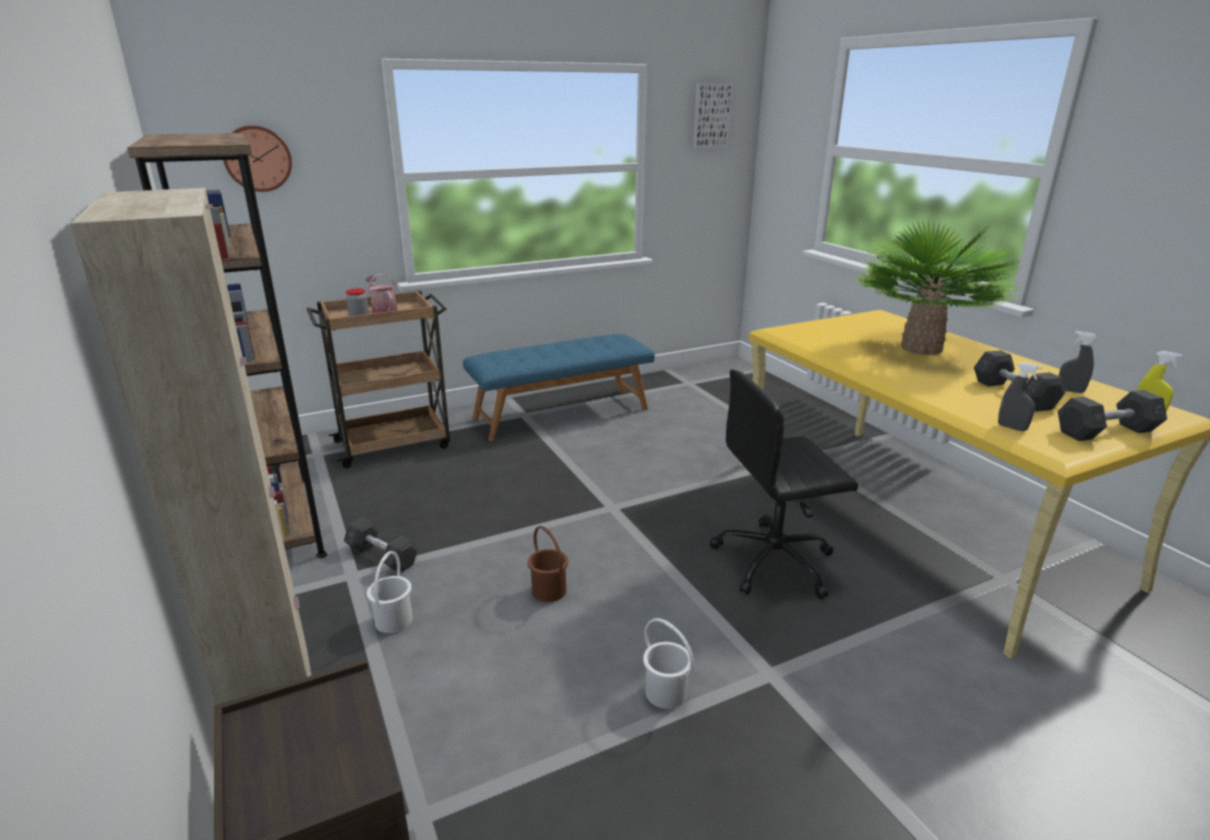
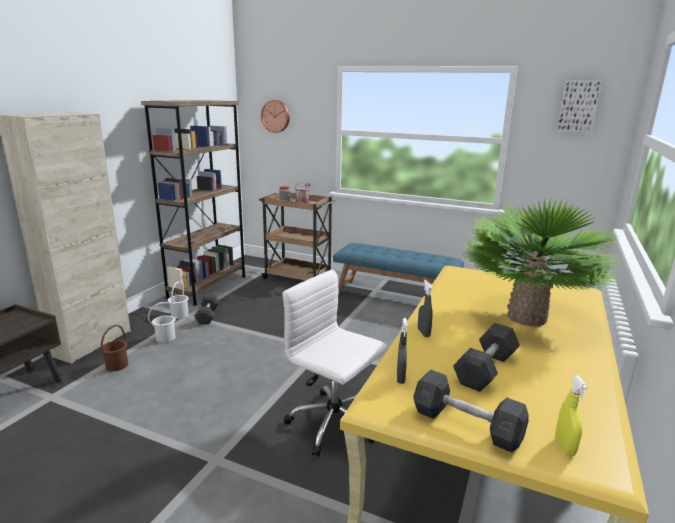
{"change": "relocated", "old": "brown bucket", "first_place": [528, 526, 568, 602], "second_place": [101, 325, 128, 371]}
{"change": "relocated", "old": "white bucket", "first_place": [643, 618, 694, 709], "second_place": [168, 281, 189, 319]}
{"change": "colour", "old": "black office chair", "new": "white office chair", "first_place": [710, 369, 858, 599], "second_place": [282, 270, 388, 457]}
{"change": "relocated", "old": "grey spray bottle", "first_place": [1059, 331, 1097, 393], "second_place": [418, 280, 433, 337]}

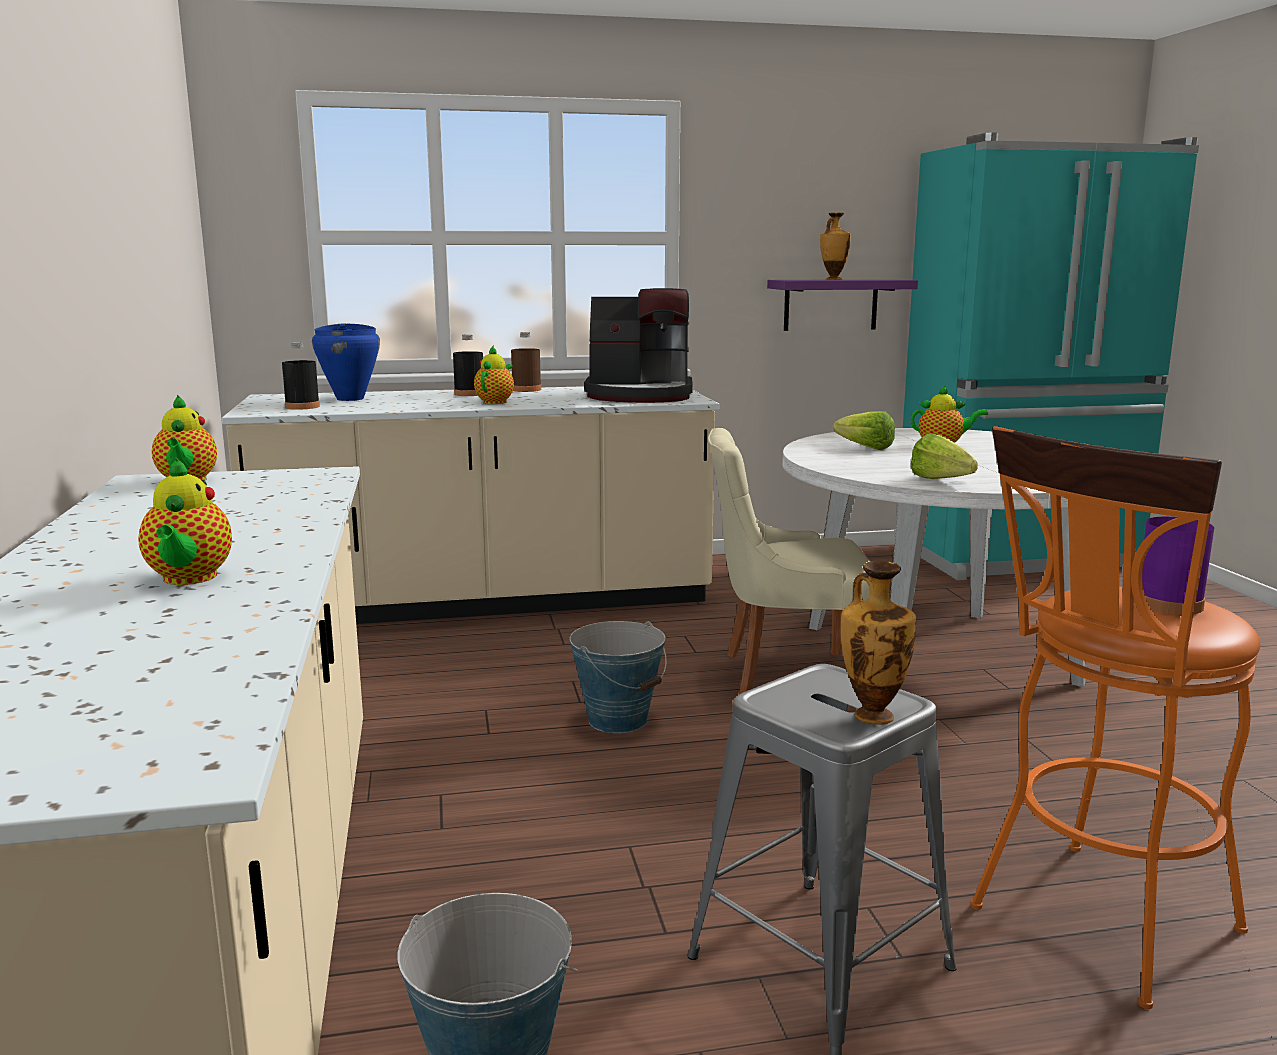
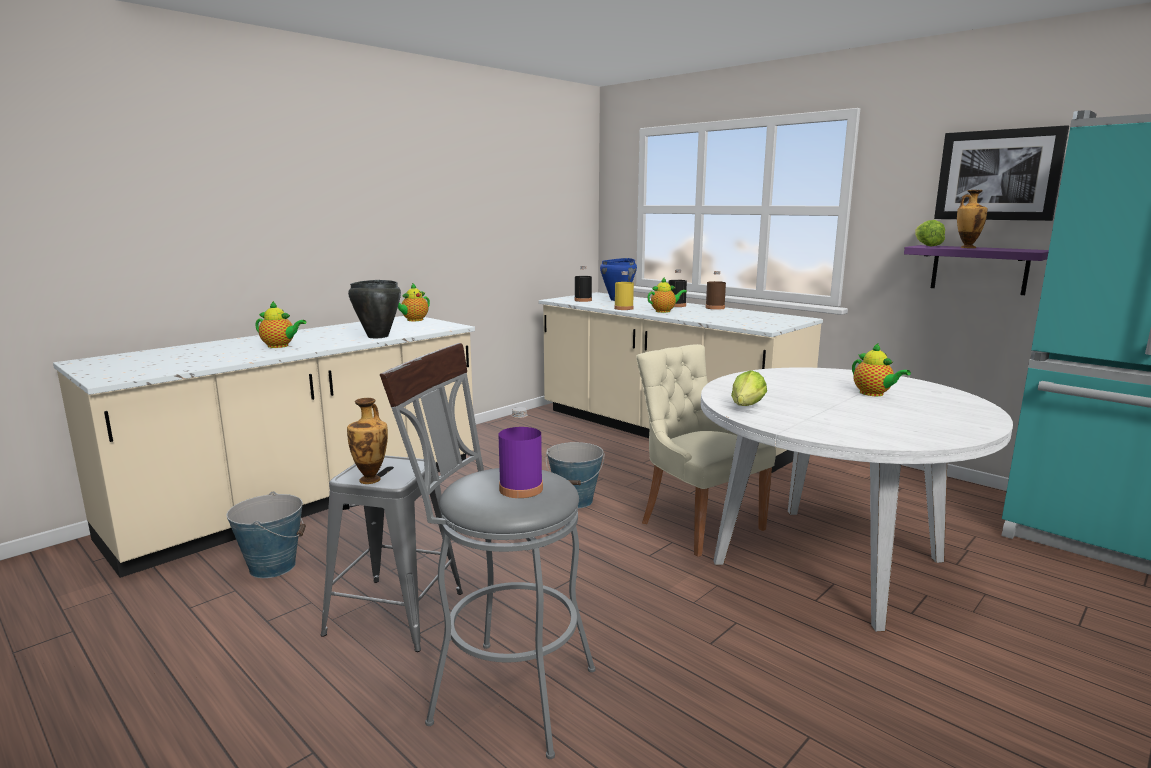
{"change": "spun", "old": "teapot", "first_place": [138, 457, 232, 585], "second_place": [255, 301, 306, 348], "degrees": -120}
{"change": "missing", "old": "coffee machine", "first_place": [584, 288, 693, 403]}
{"change": "relocated", "old": "lettuce", "first_place": [833, 411, 895, 450], "second_place": [915, 220, 945, 247]}
{"change": "colour", "old": "orange stool", "new": "grey stool", "first_place": [970, 426, 1261, 1009], "second_place": [380, 343, 596, 759]}
{"change": "appeared", "new": "black cooking pot", "second_place": [348, 280, 401, 338]}
{"change": "appeared", "new": "yellow bottle", "second_place": [614, 271, 634, 310]}
{"change": "appeared", "new": "picture", "second_place": [934, 125, 1069, 221]}

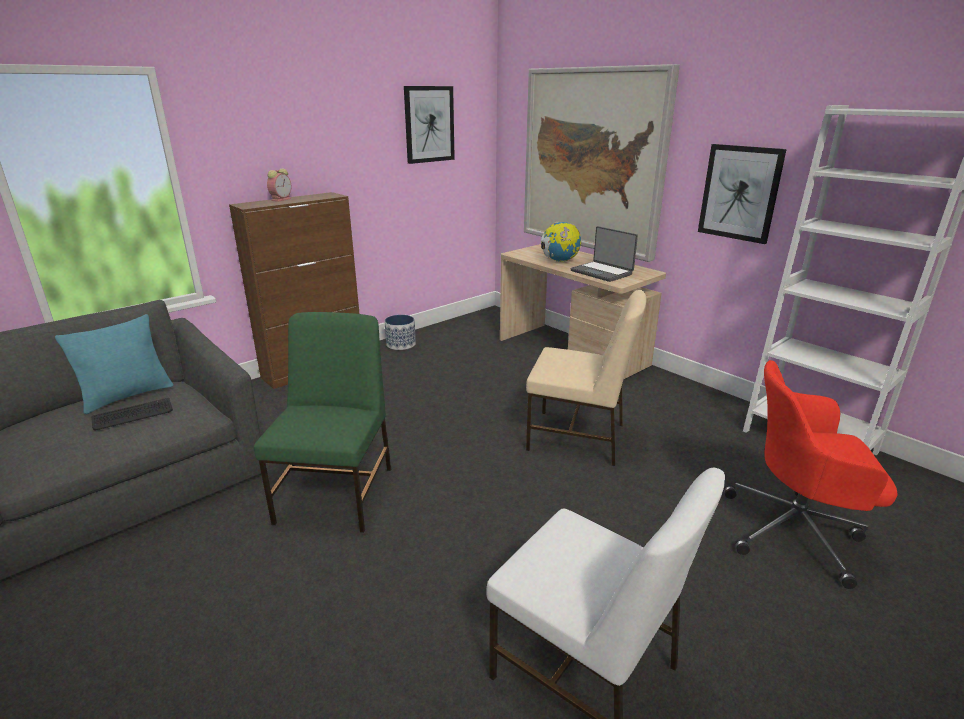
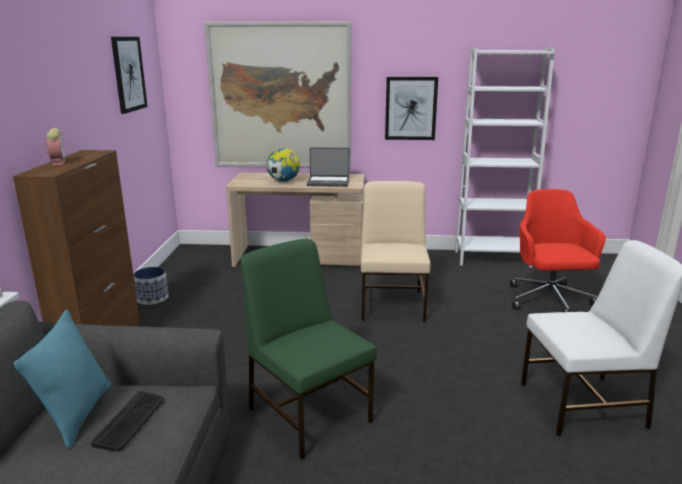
{"change": "spun", "old": "beige chair", "first_place": [526, 290, 646, 466], "second_place": [361, 181, 431, 322], "degrees": -60}
{"change": "spun", "old": "red office chair", "first_place": [724, 360, 897, 589], "second_place": [510, 189, 606, 312], "degrees": 120}

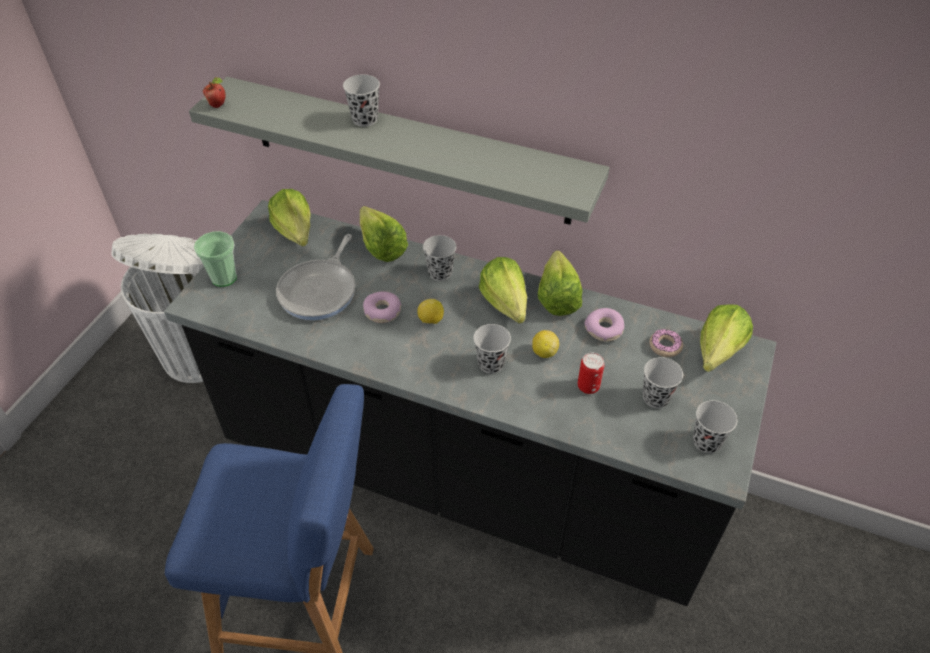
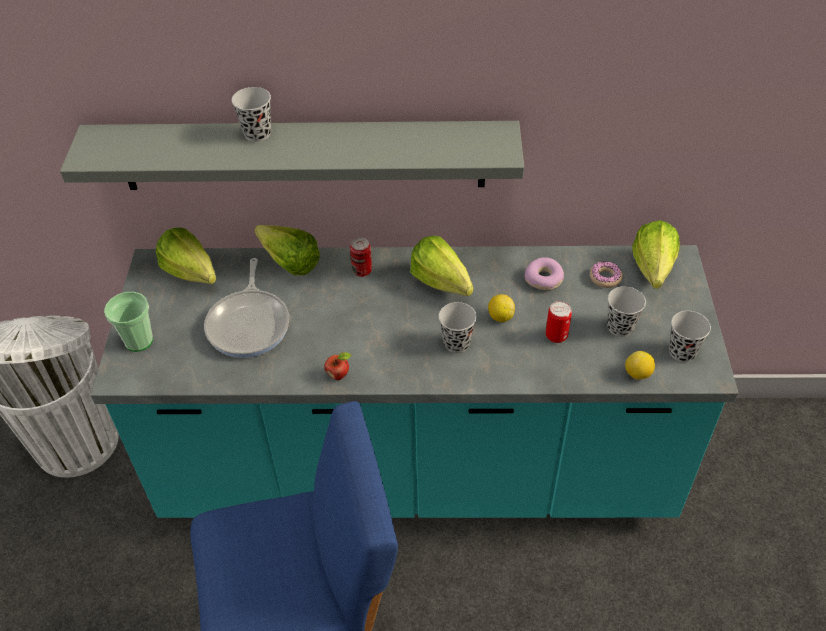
{"change": "colour", "old": "black counter", "new": "turquoise counter", "first_place": [164, 200, 776, 606], "second_place": [90, 245, 738, 518]}
{"change": "relocated", "old": "apple", "first_place": [202, 77, 226, 108], "second_place": [324, 352, 351, 380]}
{"change": "missing", "old": "donut", "first_place": [363, 291, 402, 323]}
{"change": "relocated", "old": "lemon", "first_place": [417, 299, 444, 324], "second_place": [625, 351, 655, 380]}
{"change": "exchanged", "old": "black cup", "new": "can", "first_place": [423, 235, 456, 281], "second_place": [350, 238, 372, 277]}
{"change": "missing", "old": "lettuce", "first_place": [538, 250, 583, 316]}

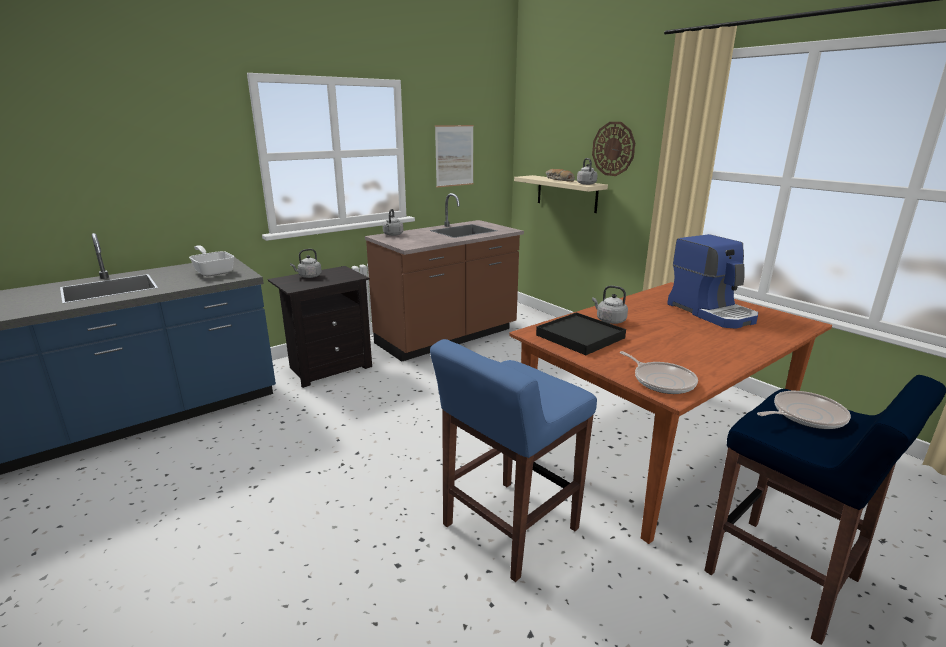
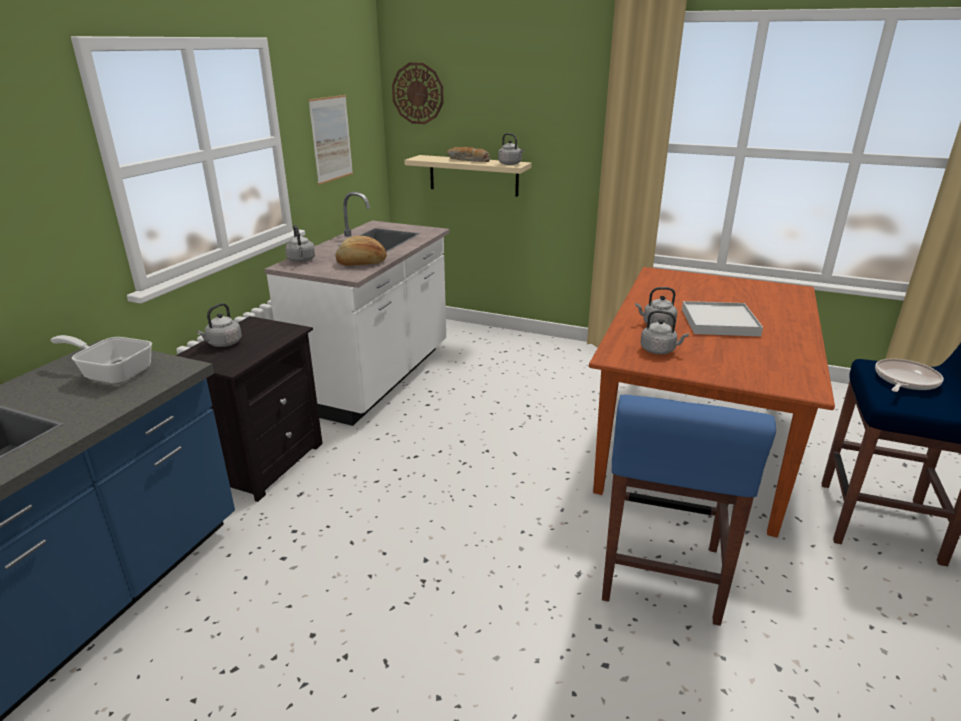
{"change": "colour", "old": "brown counter", "new": "white counter", "first_place": [365, 193, 524, 362], "second_place": [265, 192, 450, 426]}
{"change": "exchanged", "old": "black tray", "new": "grey kettle", "first_place": [536, 312, 626, 355], "second_place": [641, 310, 689, 354]}
{"change": "relocated", "old": "wall clock", "first_place": [592, 122, 635, 176], "second_place": [392, 62, 444, 124]}
{"change": "missing", "old": "frying pan", "first_place": [620, 351, 698, 394]}
{"change": "missing", "old": "coffee machine", "first_place": [667, 234, 758, 329]}
{"change": "appeared", "new": "bread", "second_place": [336, 236, 387, 266]}
{"change": "appeared", "new": "white tray", "second_place": [682, 301, 763, 336]}

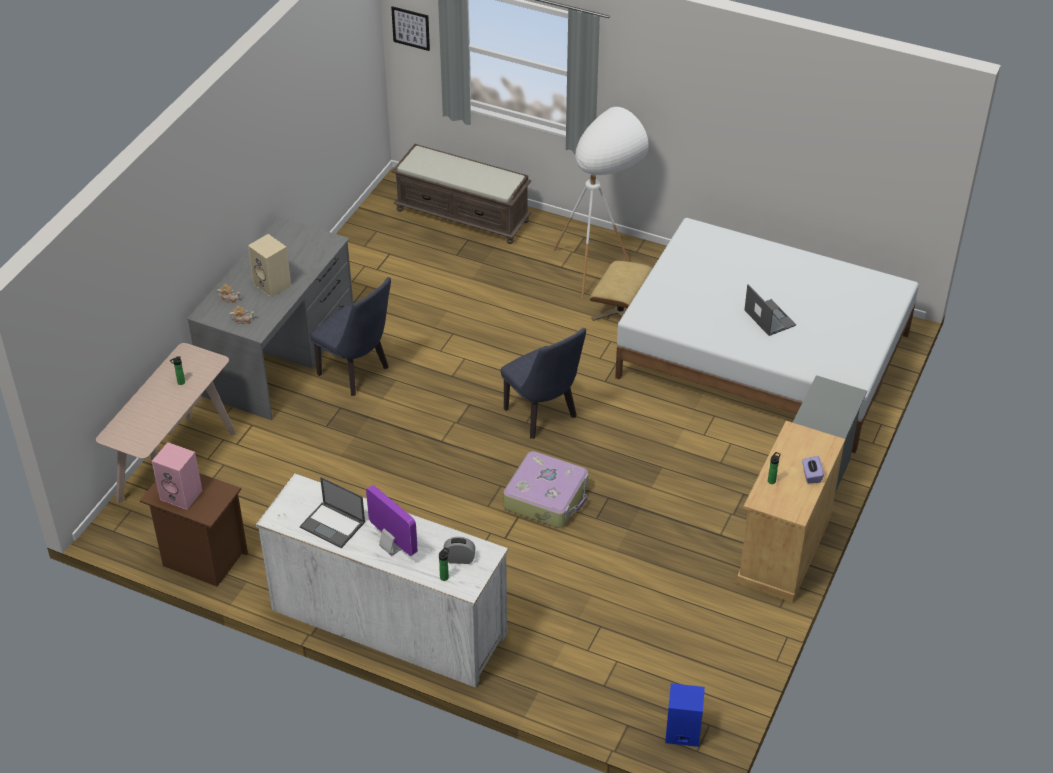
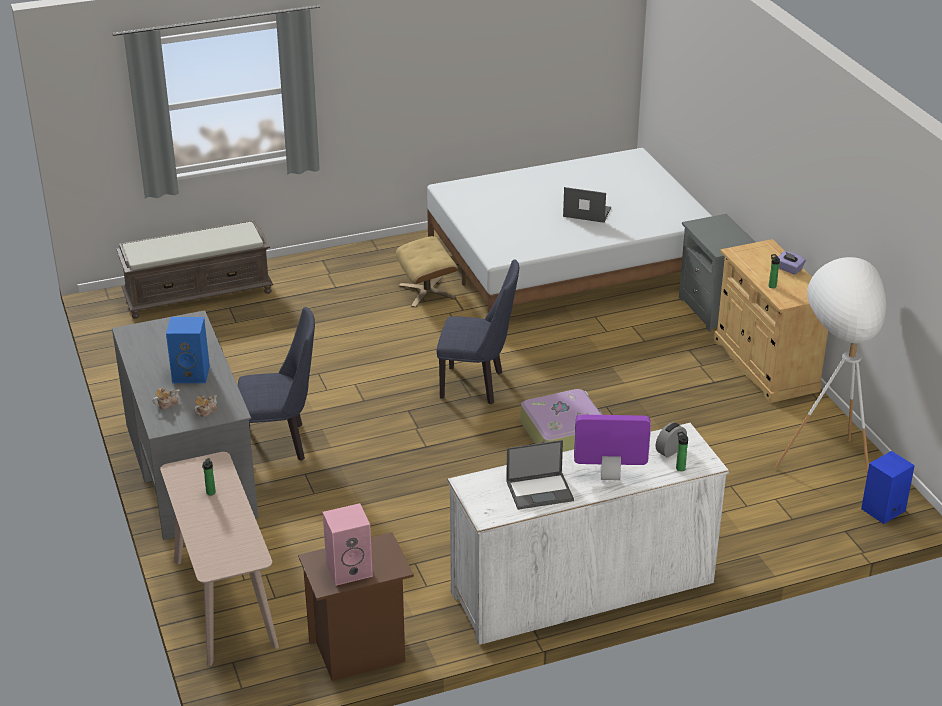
{"change": "colour", "old": "beige speaker", "new": "blue speaker", "first_place": [248, 234, 291, 298], "second_place": [166, 317, 210, 383]}
{"change": "missing", "old": "picture", "first_place": [391, 6, 430, 51]}
{"change": "relocated", "old": "white floor lamp", "first_place": [553, 107, 649, 298], "second_place": [774, 257, 886, 473]}

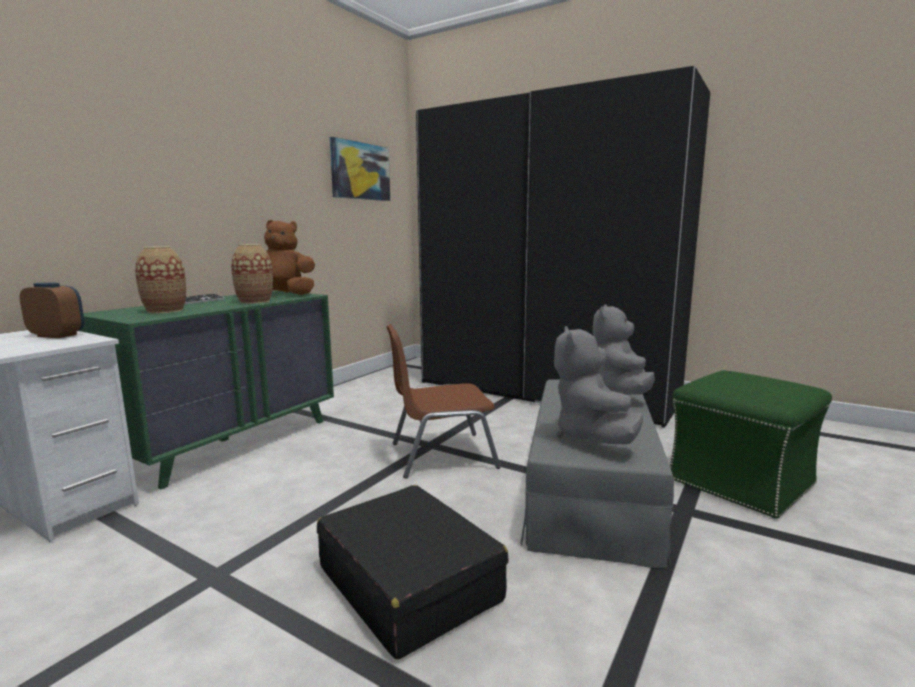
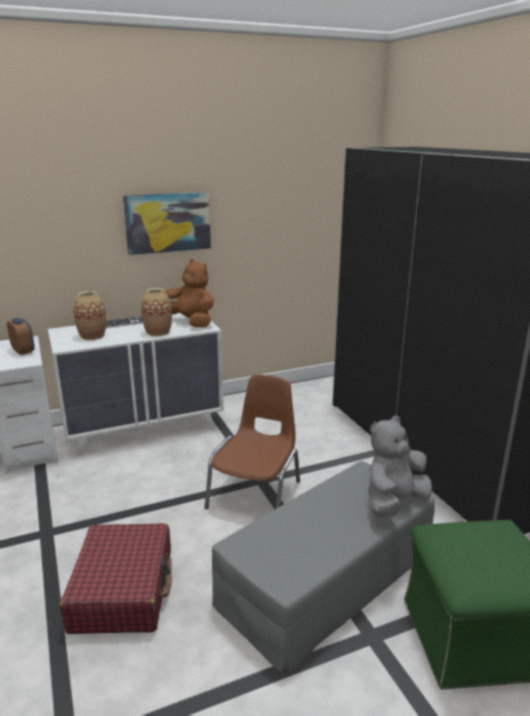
{"change": "colour", "old": "green dresser", "new": "white dresser", "first_place": [80, 290, 334, 490], "second_place": [48, 313, 224, 455]}
{"change": "colour", "old": "black suitcase", "new": "red suitcase", "first_place": [317, 485, 509, 660], "second_place": [60, 523, 172, 634]}
{"change": "relocated", "old": "picture", "first_place": [330, 137, 390, 201], "second_place": [123, 192, 211, 255]}
{"change": "spun", "old": "brown chair", "first_place": [387, 324, 501, 478], "second_place": [204, 375, 300, 509], "degrees": 90}
{"change": "missing", "old": "grey plush toy", "first_place": [554, 326, 643, 444]}

